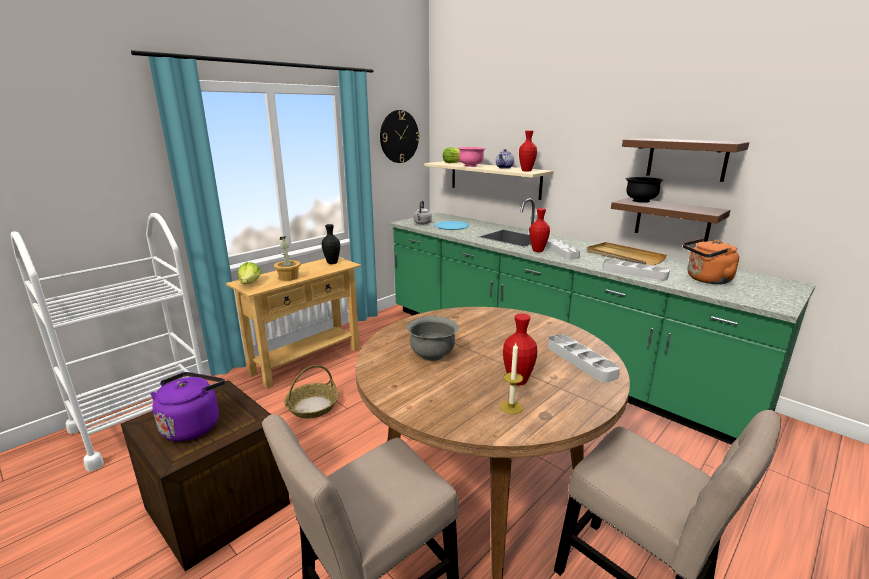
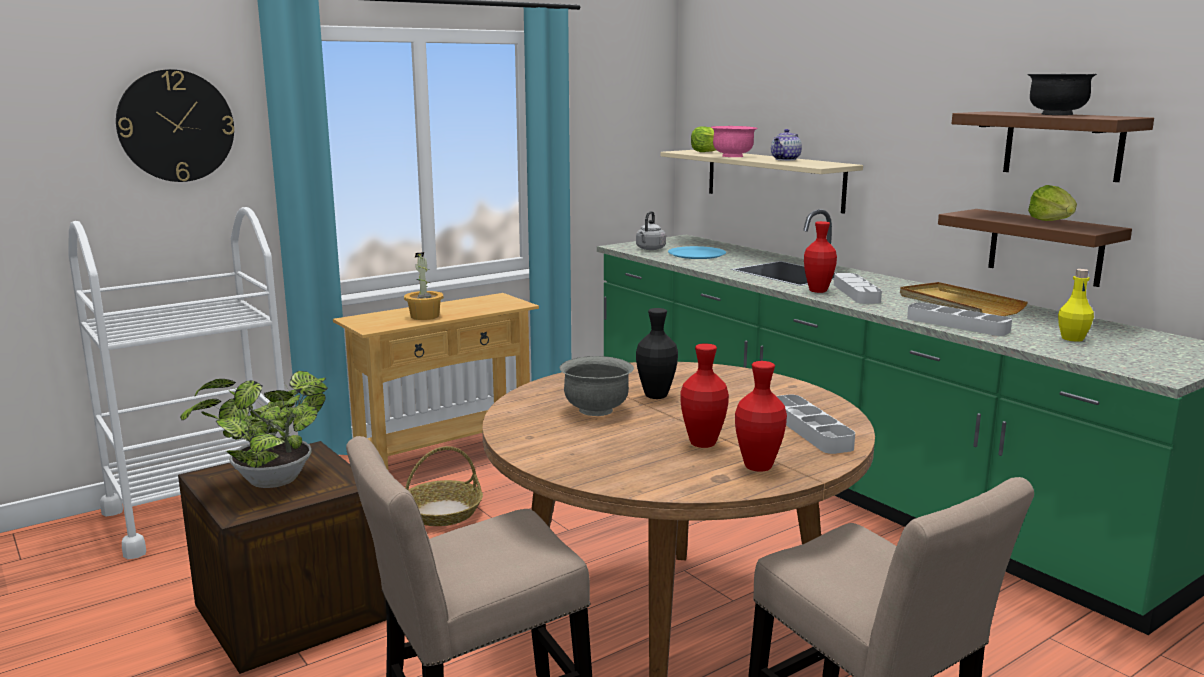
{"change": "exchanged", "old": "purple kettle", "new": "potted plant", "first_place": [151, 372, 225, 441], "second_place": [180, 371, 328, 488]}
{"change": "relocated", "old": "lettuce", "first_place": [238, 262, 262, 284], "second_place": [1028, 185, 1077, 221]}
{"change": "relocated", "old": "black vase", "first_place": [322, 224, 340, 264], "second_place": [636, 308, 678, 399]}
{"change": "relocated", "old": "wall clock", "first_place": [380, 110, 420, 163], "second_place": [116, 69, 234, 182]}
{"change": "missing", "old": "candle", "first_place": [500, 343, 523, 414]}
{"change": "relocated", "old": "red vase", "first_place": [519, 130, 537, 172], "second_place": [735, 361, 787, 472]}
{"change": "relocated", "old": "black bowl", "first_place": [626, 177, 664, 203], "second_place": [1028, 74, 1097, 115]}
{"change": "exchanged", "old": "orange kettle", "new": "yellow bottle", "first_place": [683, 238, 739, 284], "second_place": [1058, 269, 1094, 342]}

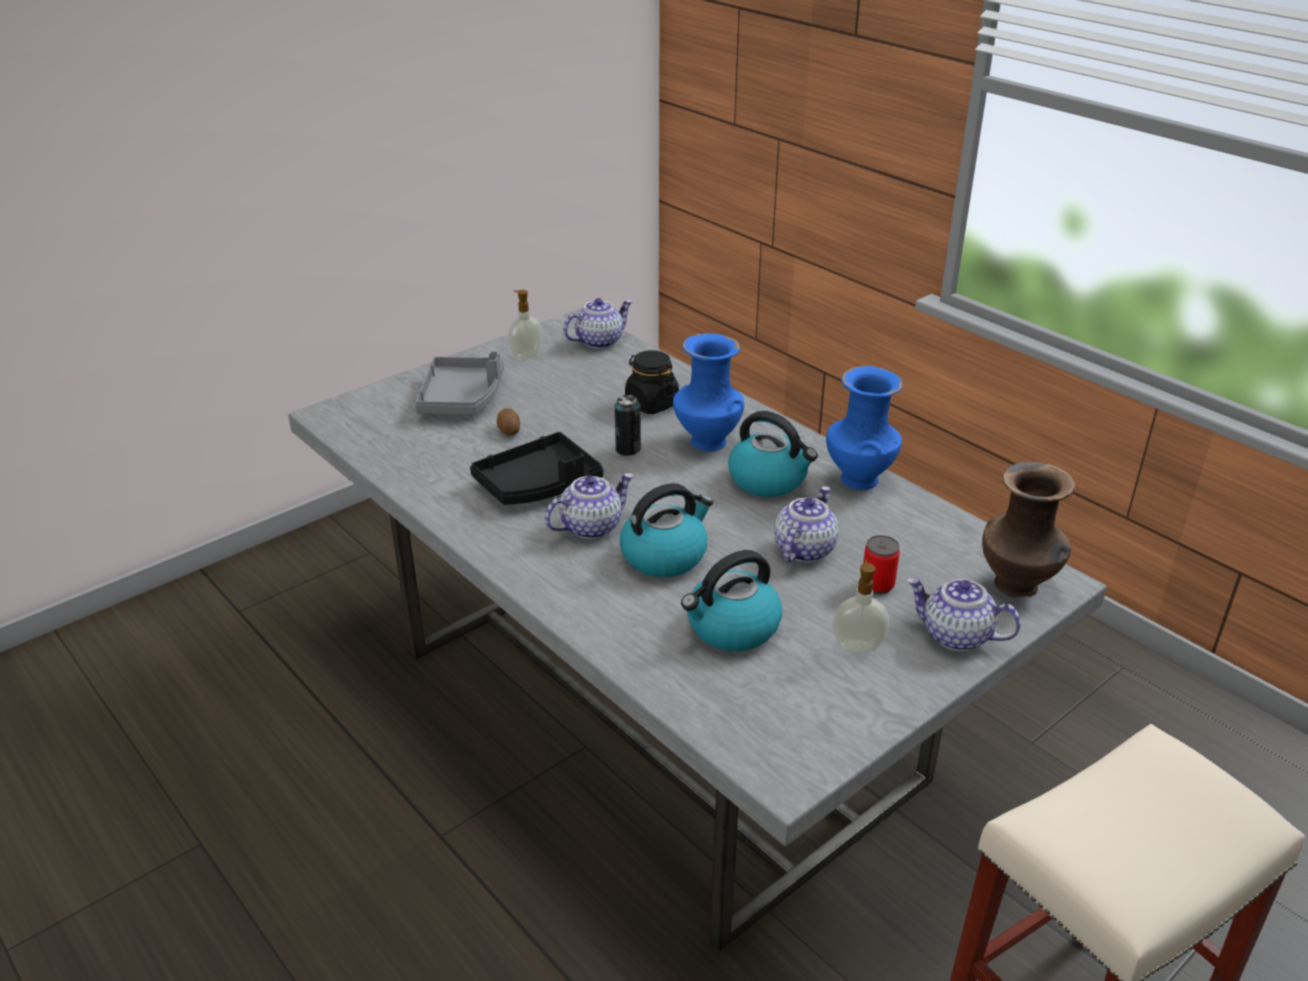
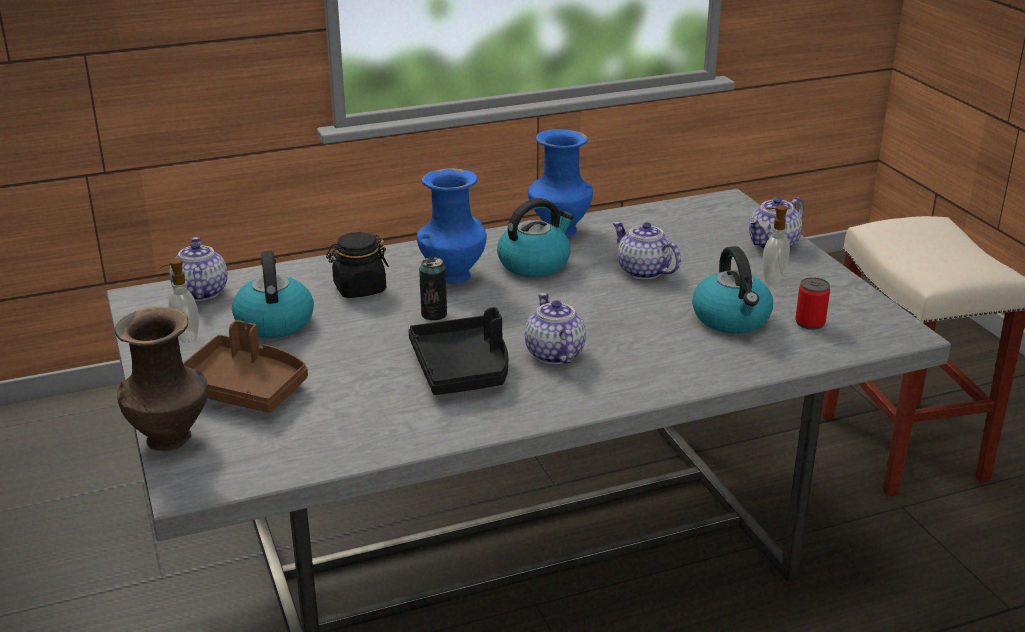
{"change": "colour", "old": "grey tray", "new": "brown tray", "first_place": [415, 351, 504, 415], "second_place": [183, 320, 308, 413]}
{"change": "missing", "old": "potato", "first_place": [497, 408, 520, 435]}
{"change": "relocated", "old": "kettle", "first_place": [619, 483, 713, 577], "second_place": [232, 251, 314, 338]}
{"change": "relocated", "old": "can", "first_place": [863, 535, 900, 594], "second_place": [795, 277, 830, 330]}
{"change": "relocated", "old": "brown vase", "first_place": [982, 462, 1075, 597], "second_place": [115, 307, 208, 451]}

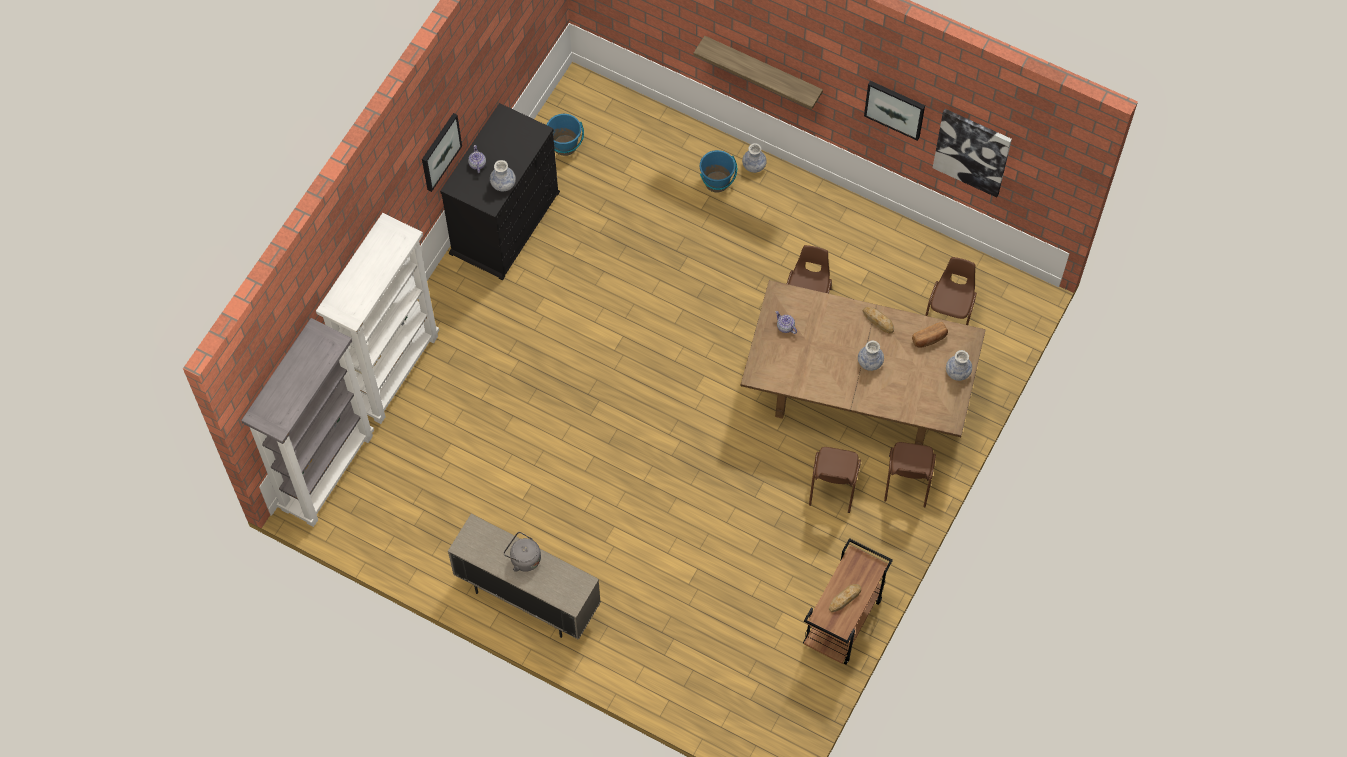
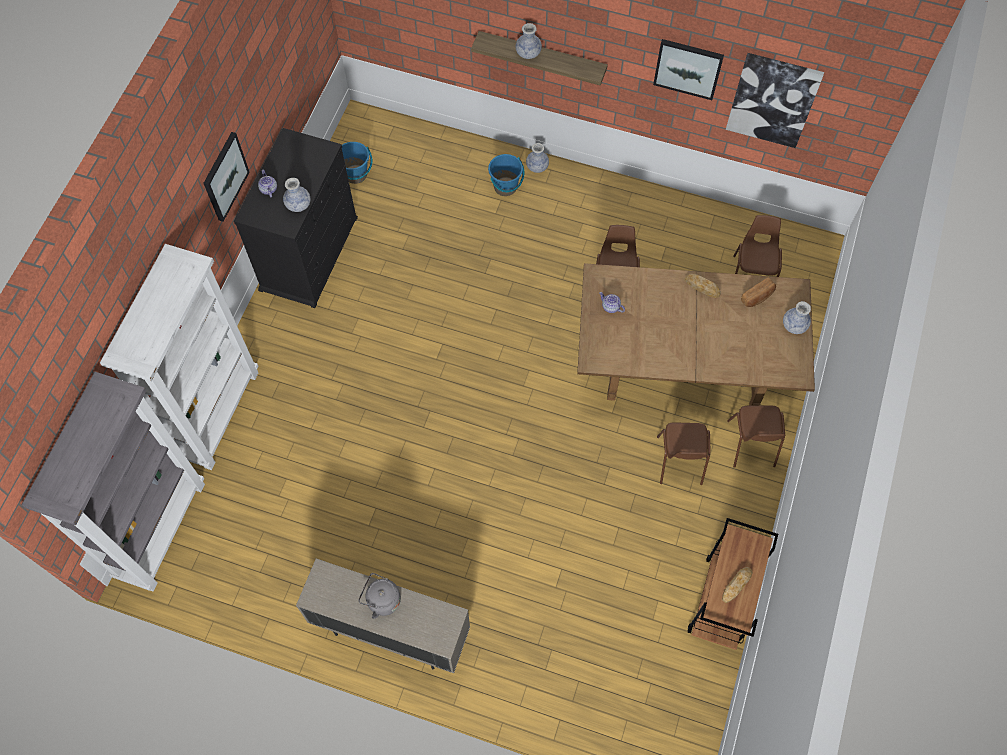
{"change": "relocated", "old": "vase", "first_place": [858, 341, 884, 371], "second_place": [516, 23, 542, 59]}

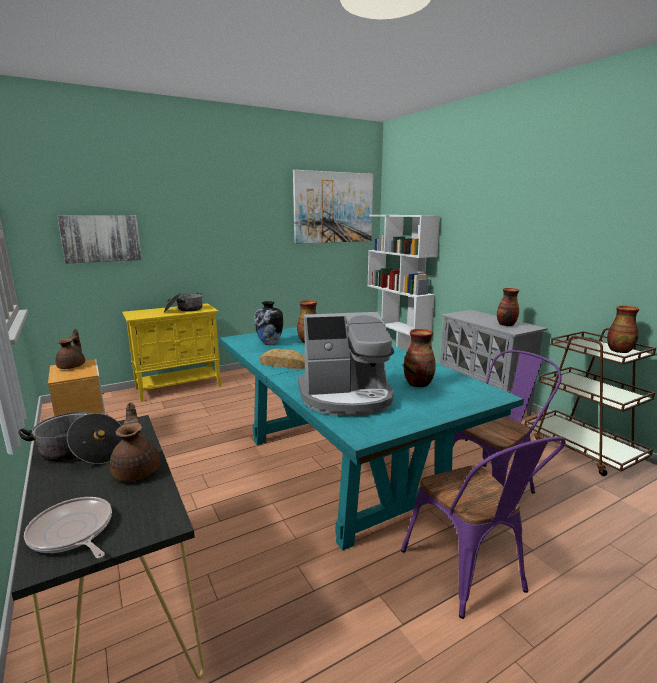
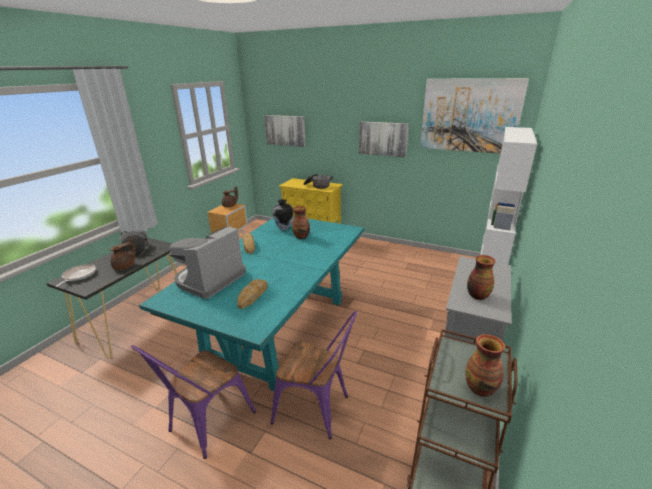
{"change": "spun", "old": "coffee machine", "first_place": [298, 312, 394, 416], "second_place": [169, 225, 246, 299], "degrees": 75}
{"change": "exchanged", "old": "vase", "new": "bread", "first_place": [404, 329, 436, 387], "second_place": [237, 279, 267, 309]}
{"change": "appeared", "new": "picture", "second_place": [359, 122, 409, 157]}

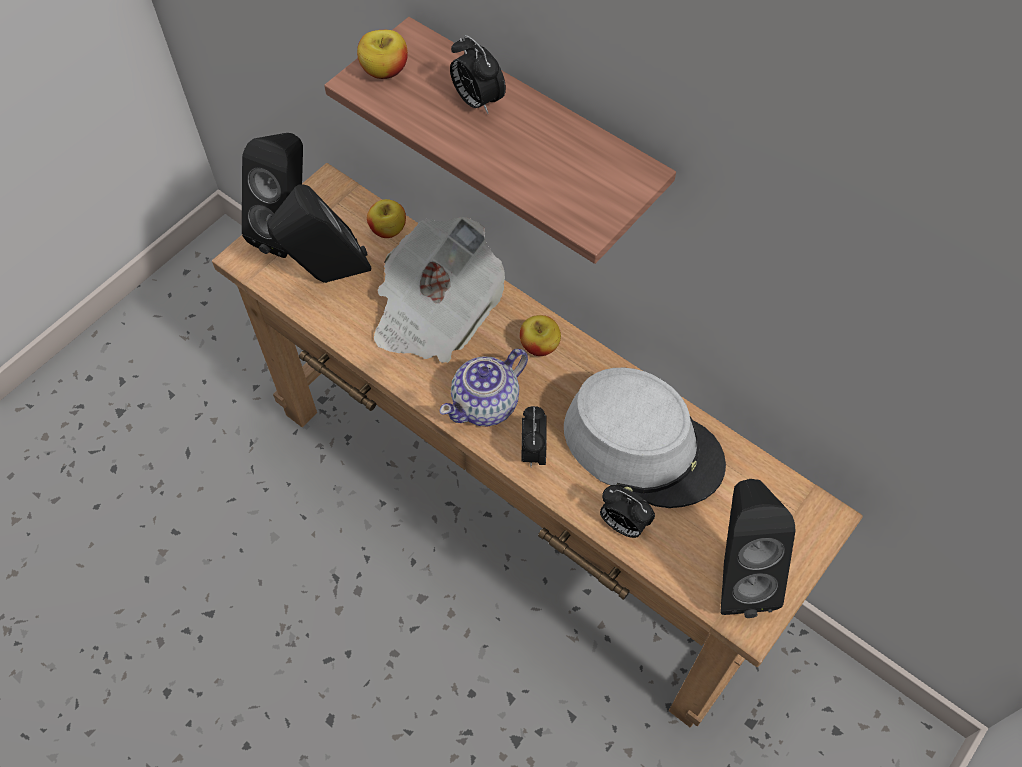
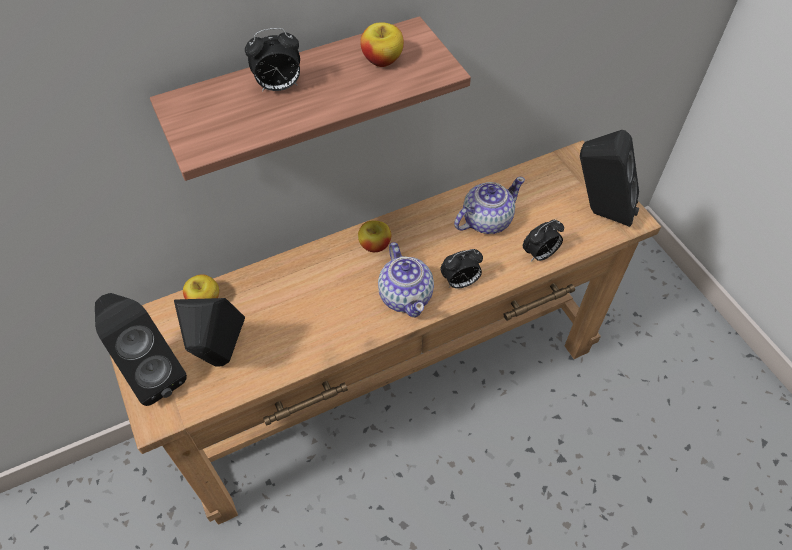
{"change": "relocated", "old": "apple", "first_place": [357, 30, 408, 79], "second_place": [360, 22, 404, 67]}
{"change": "missing", "old": "newspaper", "first_place": [374, 217, 505, 363]}
{"change": "spun", "old": "alarm clock", "first_place": [522, 406, 547, 467], "second_place": [440, 249, 483, 288], "degrees": -45}
{"change": "exchanged", "old": "grey hat", "new": "teapot", "first_place": [564, 368, 726, 508], "second_place": [454, 177, 525, 234]}

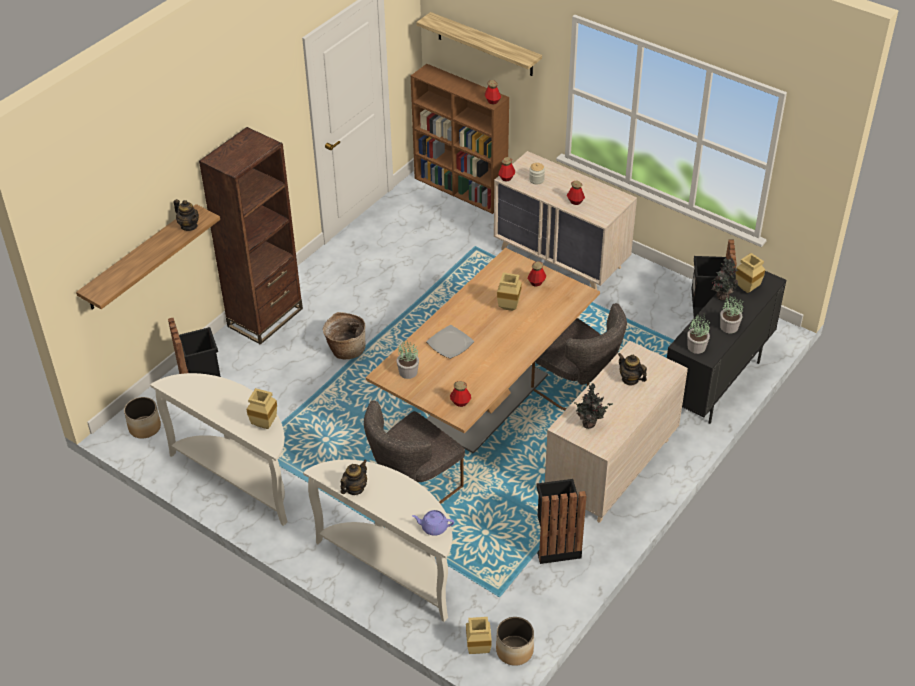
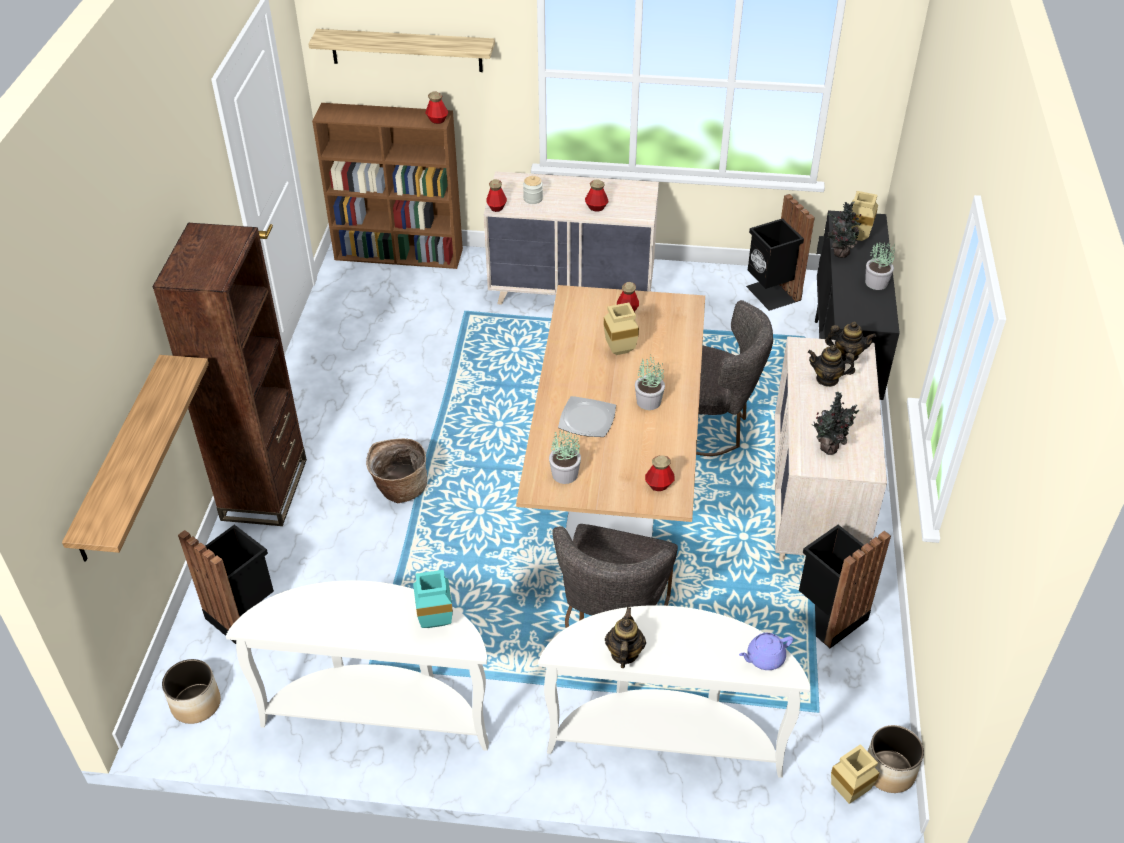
{"change": "relocated", "old": "teapot", "first_place": [174, 199, 199, 231], "second_place": [825, 322, 876, 361]}
{"change": "colour", "old": "beige vase", "new": "turquoise vase", "first_place": [247, 388, 277, 429], "second_place": [413, 570, 453, 628]}
{"change": "relocated", "old": "potted plant", "first_place": [687, 315, 710, 354], "second_place": [635, 354, 665, 410]}

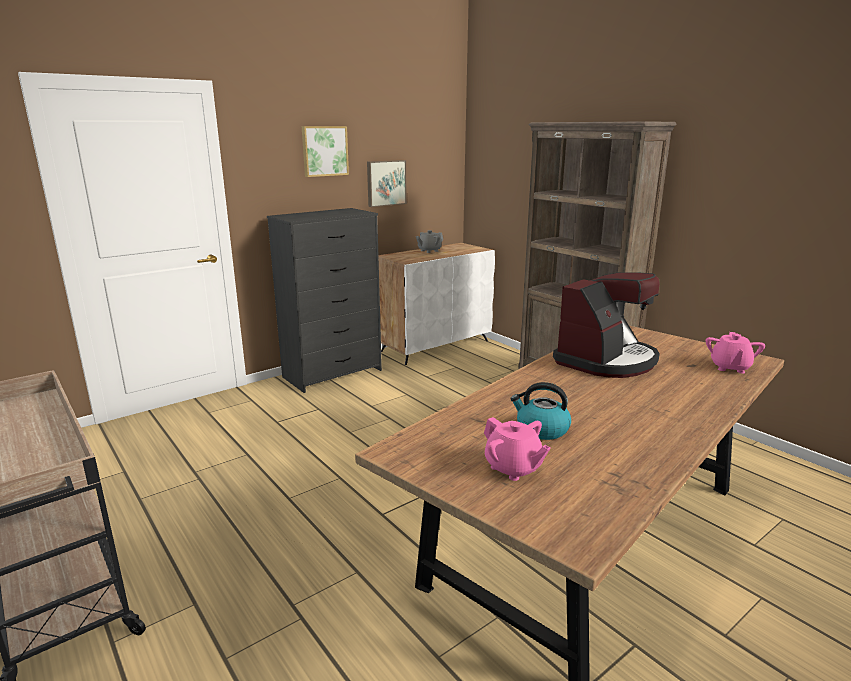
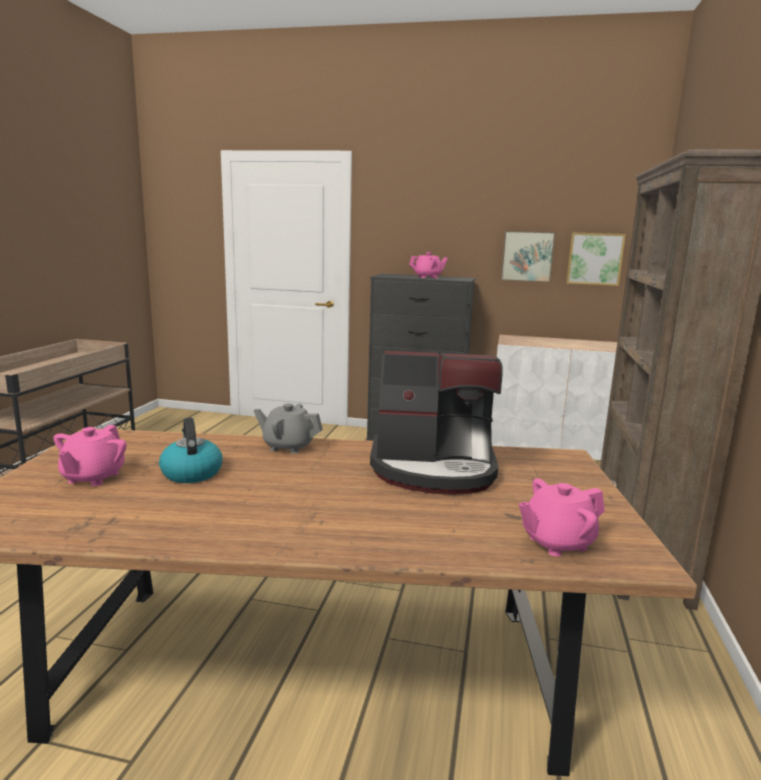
{"change": "relocated", "old": "picture", "first_place": [302, 126, 349, 177], "second_place": [566, 233, 626, 286]}
{"change": "relocated", "old": "grey teapot", "first_place": [416, 230, 443, 253], "second_place": [254, 403, 323, 454]}
{"change": "appeared", "new": "pink teapot", "second_place": [409, 252, 448, 278]}

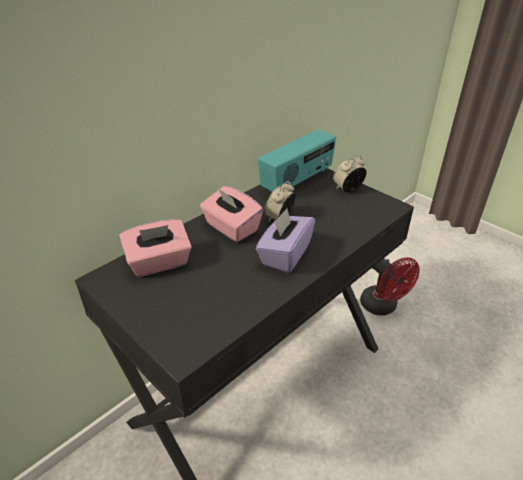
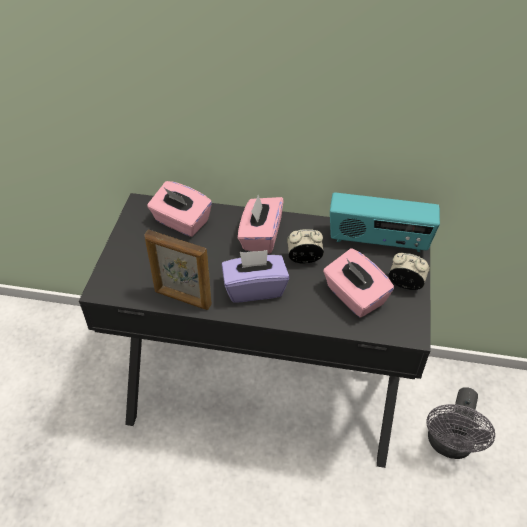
{"change": "colour", "old": "red fan", "new": "grey fan", "first_place": [360, 257, 420, 315], "second_place": [426, 387, 495, 459]}
{"change": "appeared", "new": "picture frame", "second_place": [144, 230, 212, 310]}
{"change": "appeared", "new": "pink tissue box", "second_place": [323, 248, 394, 318]}

